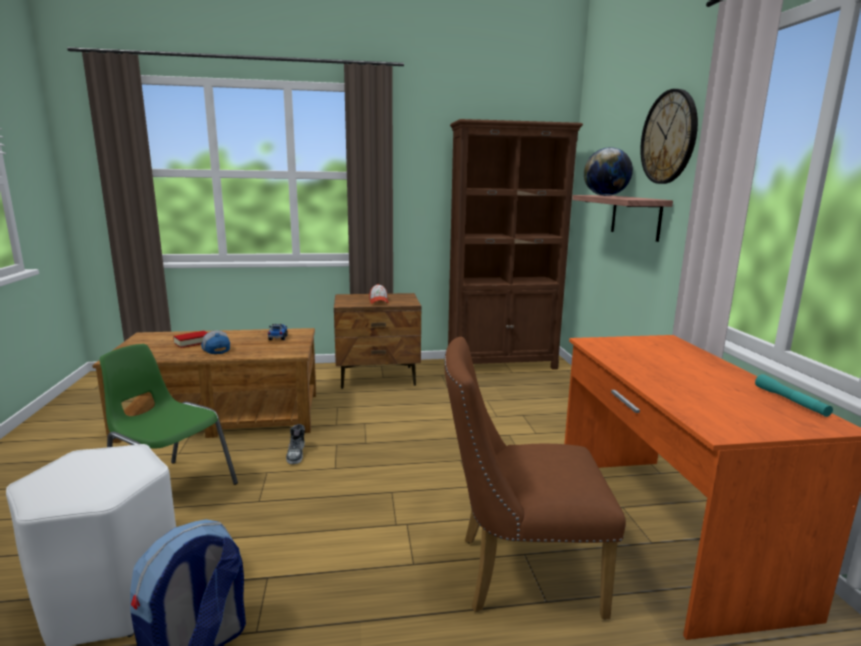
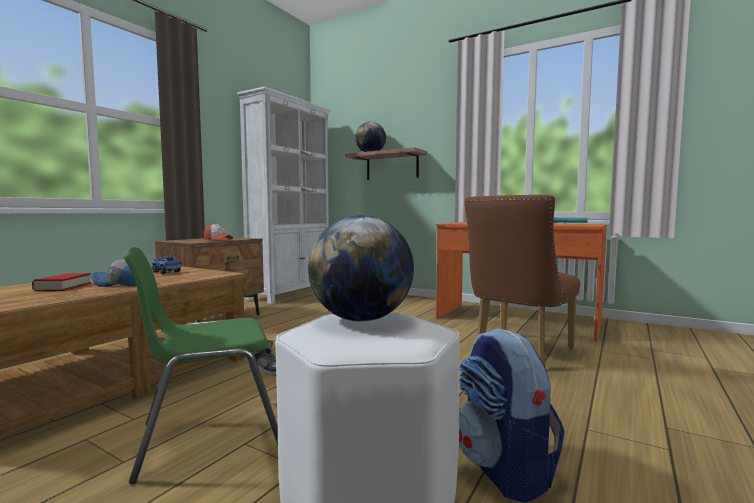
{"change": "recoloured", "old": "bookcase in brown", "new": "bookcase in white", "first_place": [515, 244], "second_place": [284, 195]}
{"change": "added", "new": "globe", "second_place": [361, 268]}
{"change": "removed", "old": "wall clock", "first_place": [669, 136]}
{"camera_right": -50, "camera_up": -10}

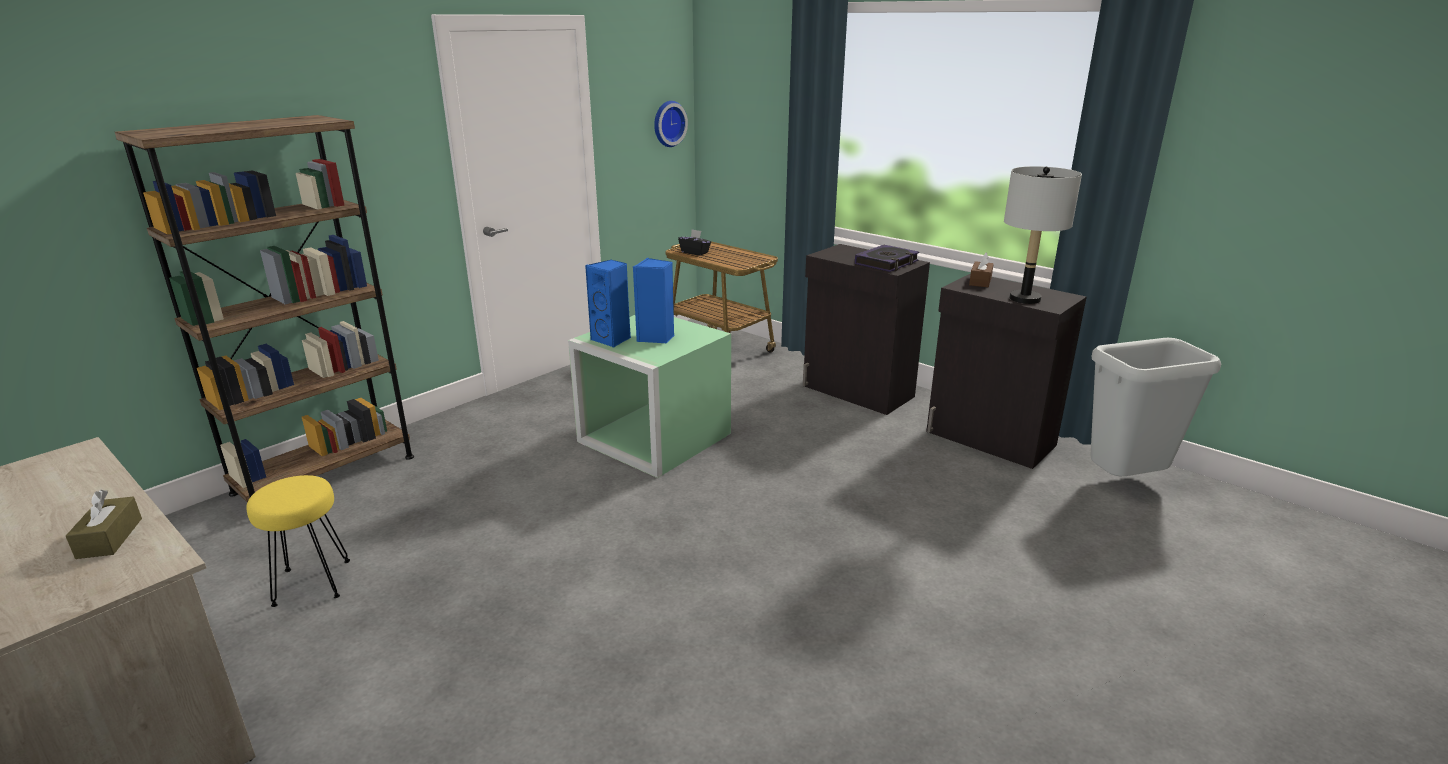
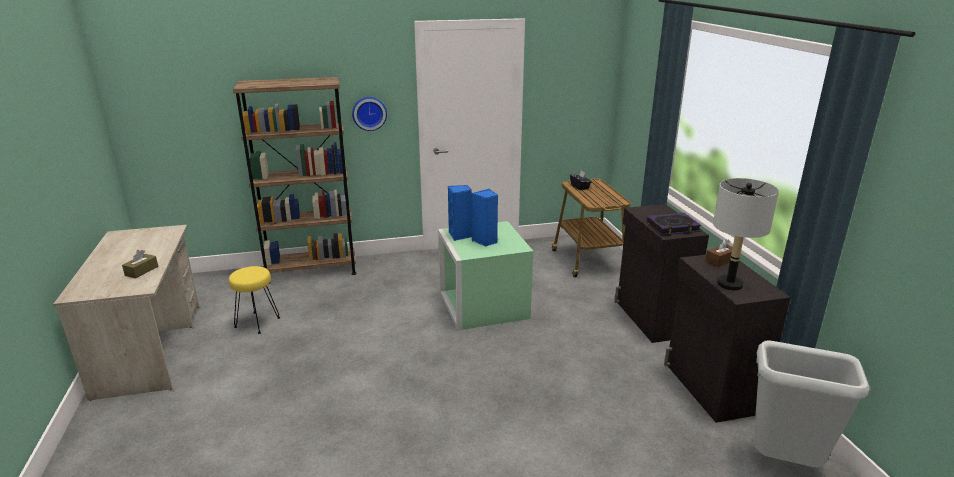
{"change": "moved", "old": "wall clock", "first_place": [671, 124], "second_place": [369, 114]}
{"camera_right": 35, "camera_up": 0}

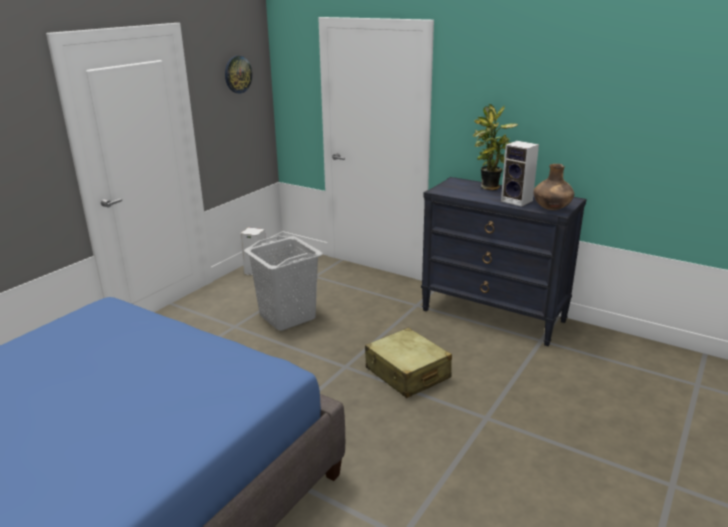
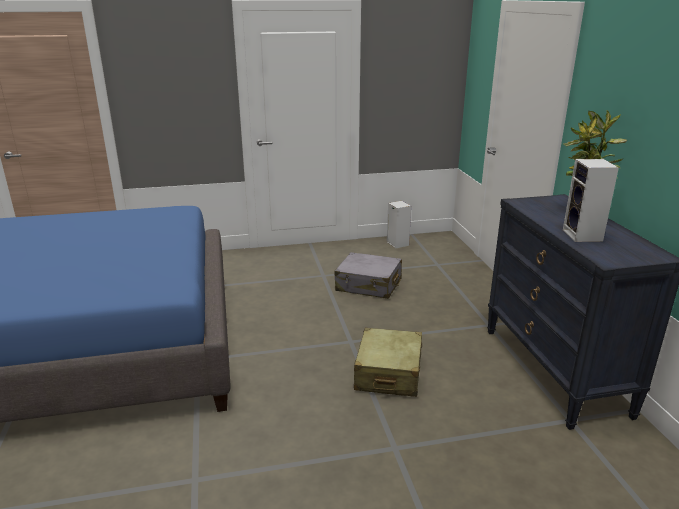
{"change": "replaced", "old": "laundry basket in grey", "new": "suitcase in grey", "first_place": [283, 283], "second_place": [368, 275]}
{"change": "removed", "old": "wall clock", "first_place": [238, 75]}
{"change": "removed", "old": "vase in brown", "first_place": [554, 187]}
{"camera_right": 45, "camera_up": 0}

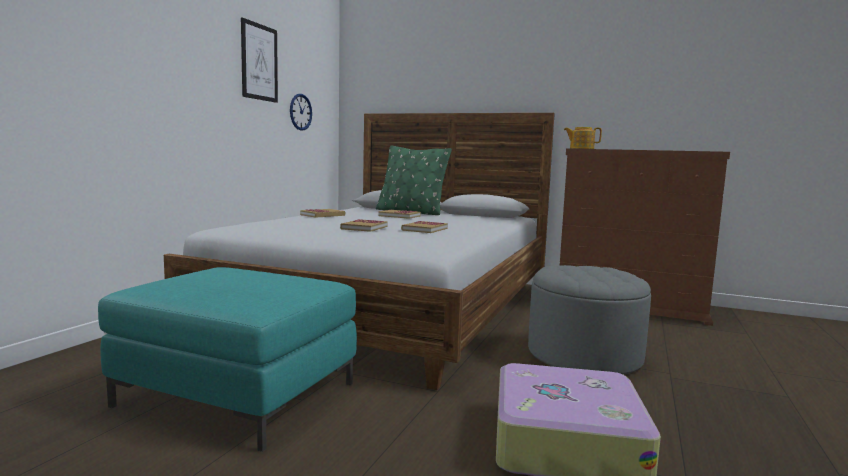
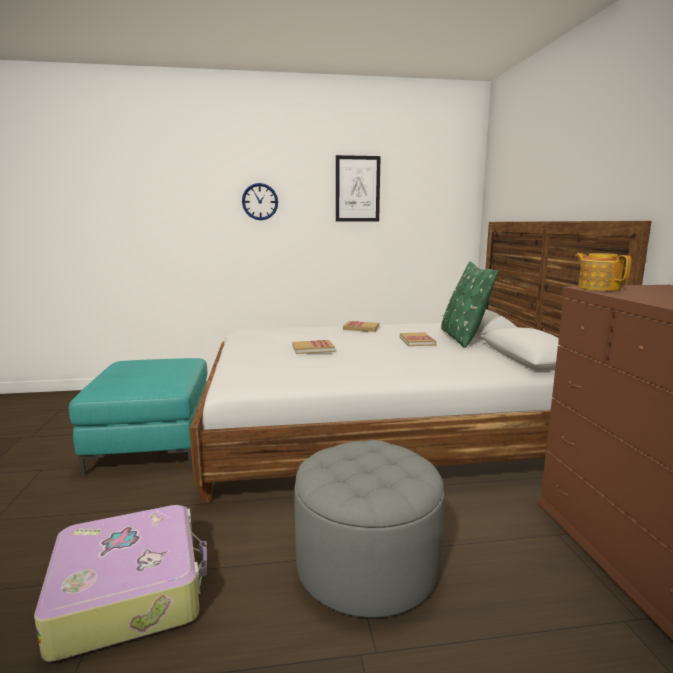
{"change": "moved", "old": "wall clock", "first_place": [301, 112], "second_place": [260, 201]}
{"change": "removed", "old": "book", "first_place": [424, 227]}
{"camera_right": 60, "camera_up": 5}

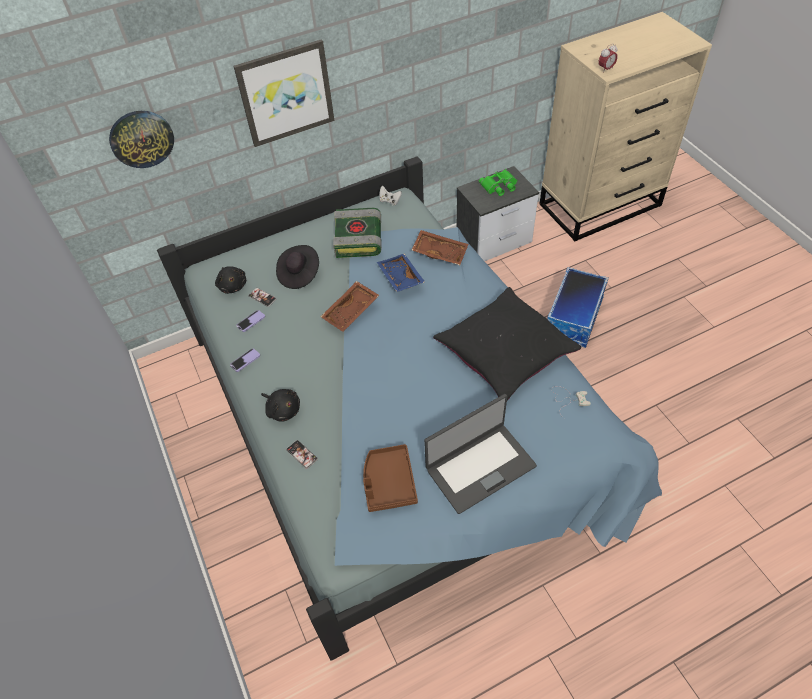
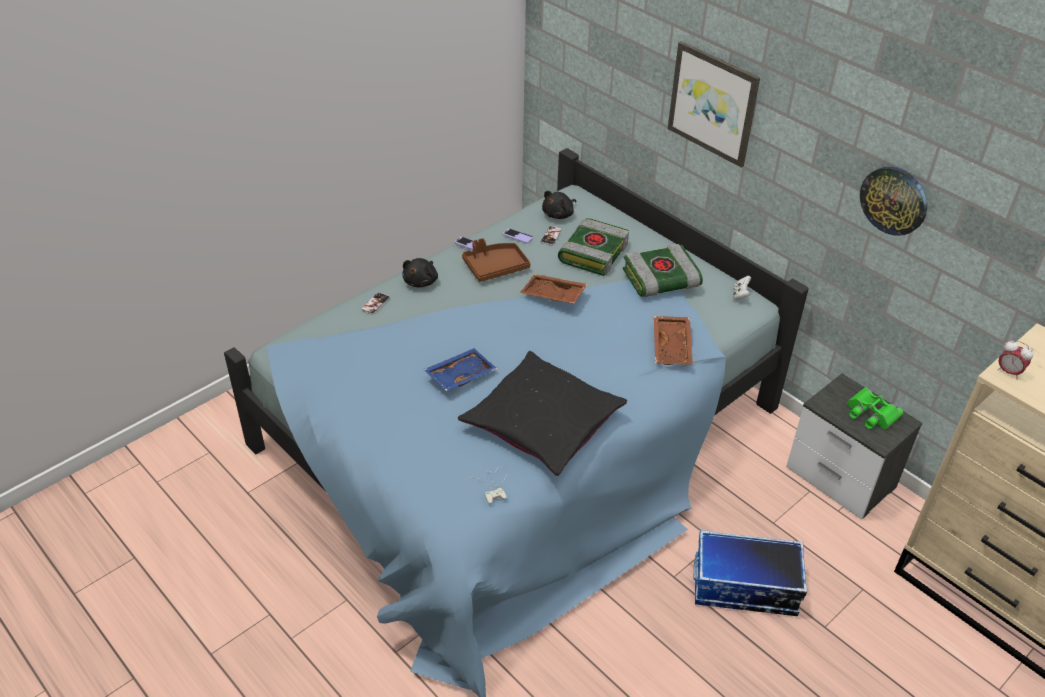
{"change": "moved", "old": "tray in blue", "first_place": [401, 273], "second_place": [460, 369]}
{"change": "moved", "old": "tray in brown", "first_place": [390, 478], "second_place": [496, 260]}
{"change": "replaced", "old": "hat in black", "new": "book", "first_place": [297, 267], "second_place": [593, 247]}
{"change": "moved", "old": "wall clock", "first_place": [141, 139], "second_place": [893, 201]}
{"change": "removed", "old": "laptop", "first_place": [480, 454]}
{"camera_right": 70, "camera_up": -10}

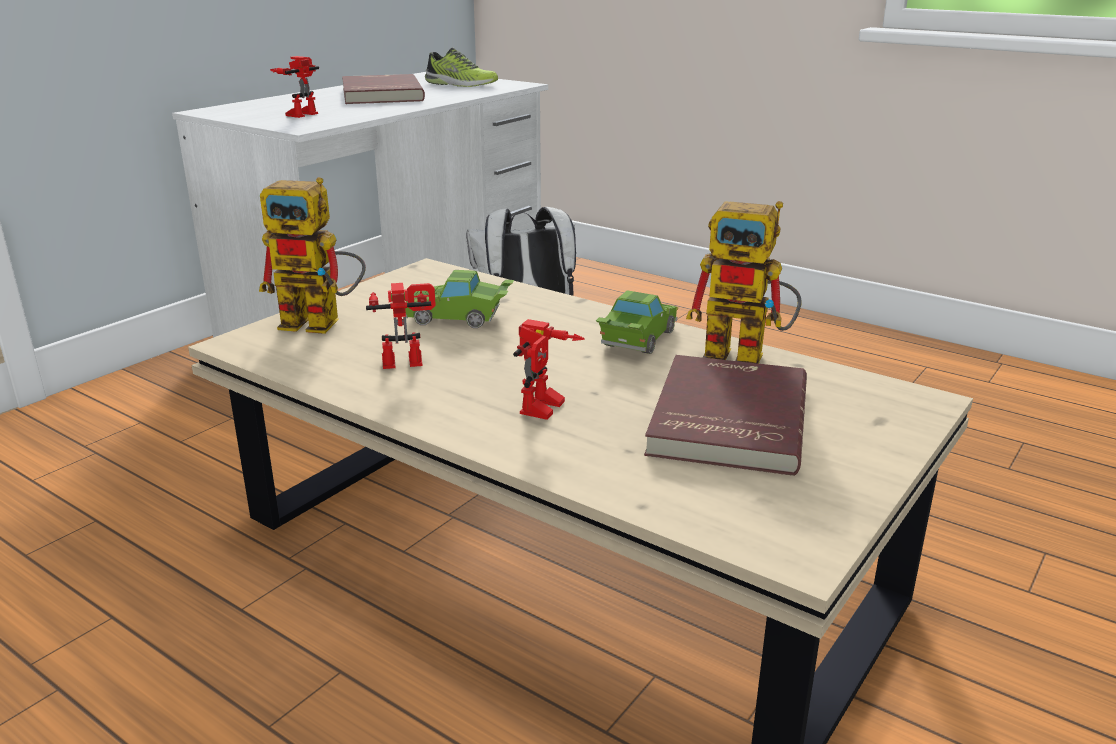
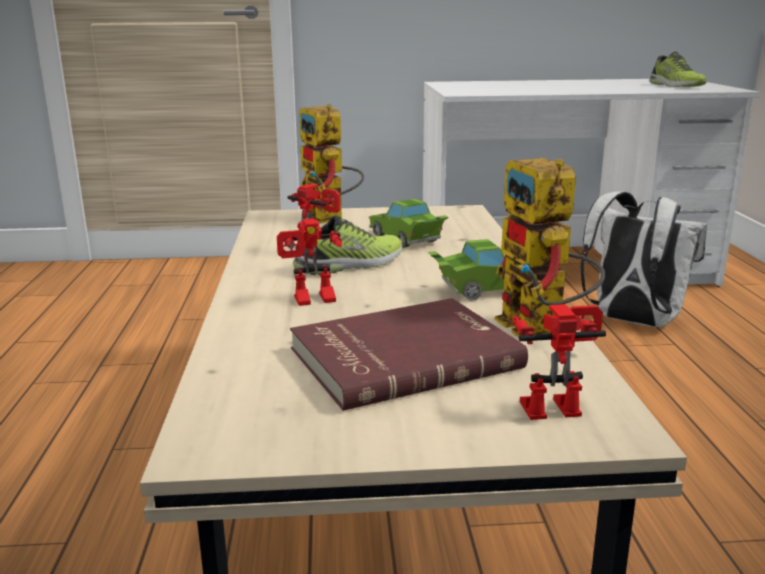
{"change": "added", "new": "shoe", "second_place": [347, 245]}
{"change": "moved", "old": "toy robot", "first_place": [294, 87], "second_place": [559, 362]}
{"change": "removed", "old": "book in red", "first_place": [383, 89]}
{"camera_right": 50, "camera_up": -5}

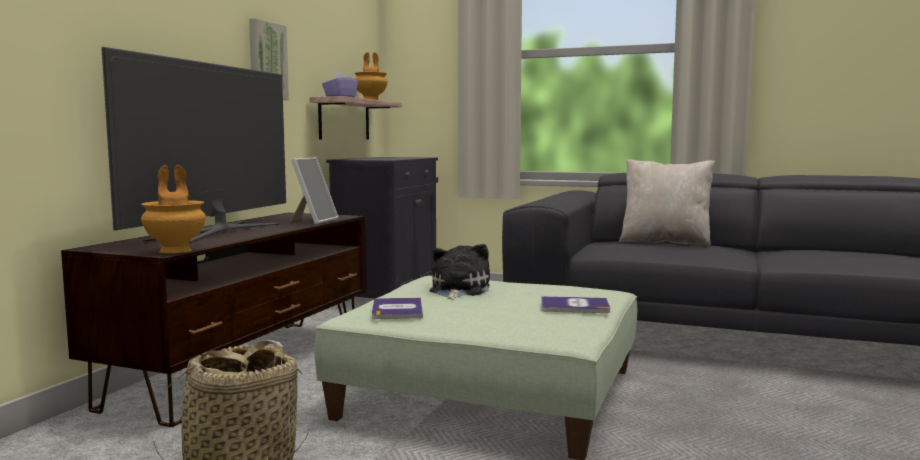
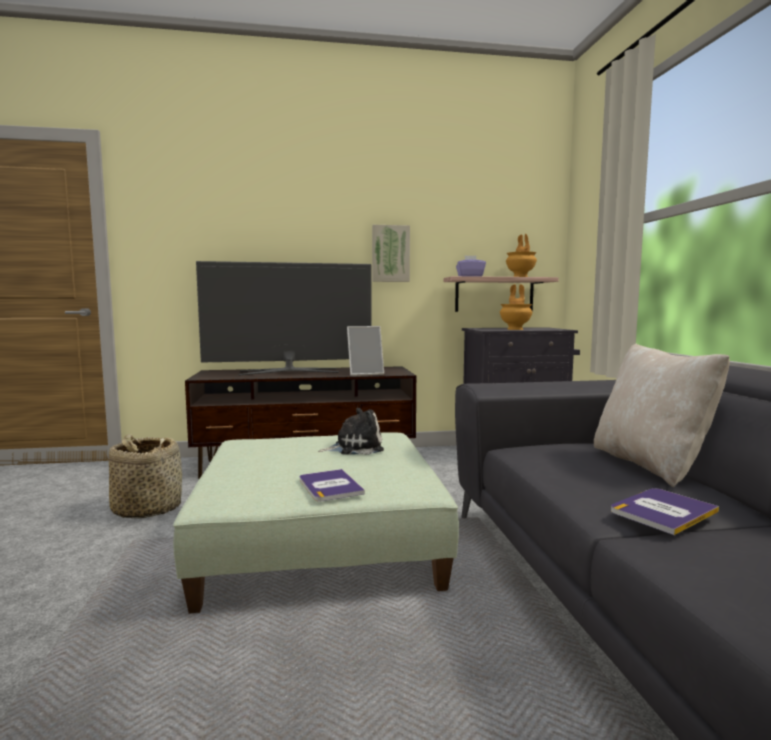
{"change": "moved", "old": "vase in brown", "first_place": [173, 209], "second_place": [516, 307]}
{"change": "moved", "old": "book", "first_place": [397, 308], "second_place": [665, 511]}
{"camera_right": 60, "camera_up": 0}

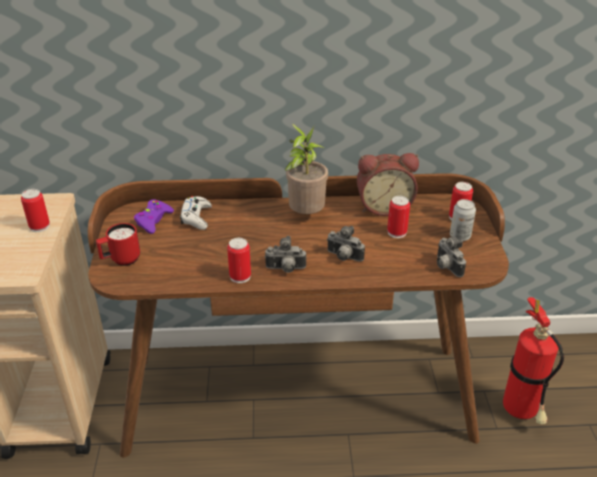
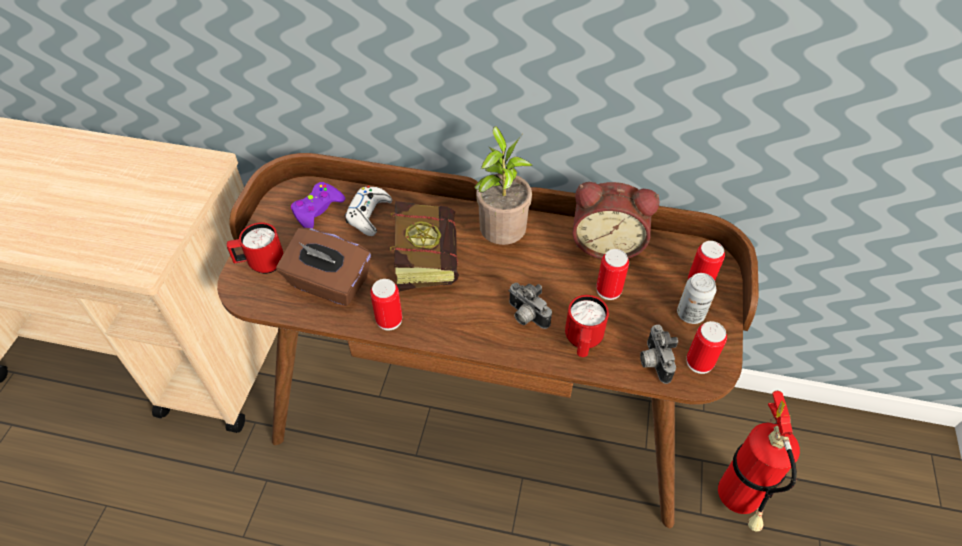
{"change": "added", "new": "tissue box in brown", "second_place": [323, 267]}
{"change": "added", "new": "book", "second_place": [424, 246]}
{"change": "added", "new": "mug in red", "second_place": [587, 326]}
{"change": "moved", "old": "can", "first_place": [35, 210], "second_place": [706, 347]}
{"change": "removed", "old": "photo camera", "first_place": [285, 254]}
{"camera_right": 15, "camera_up": 15}

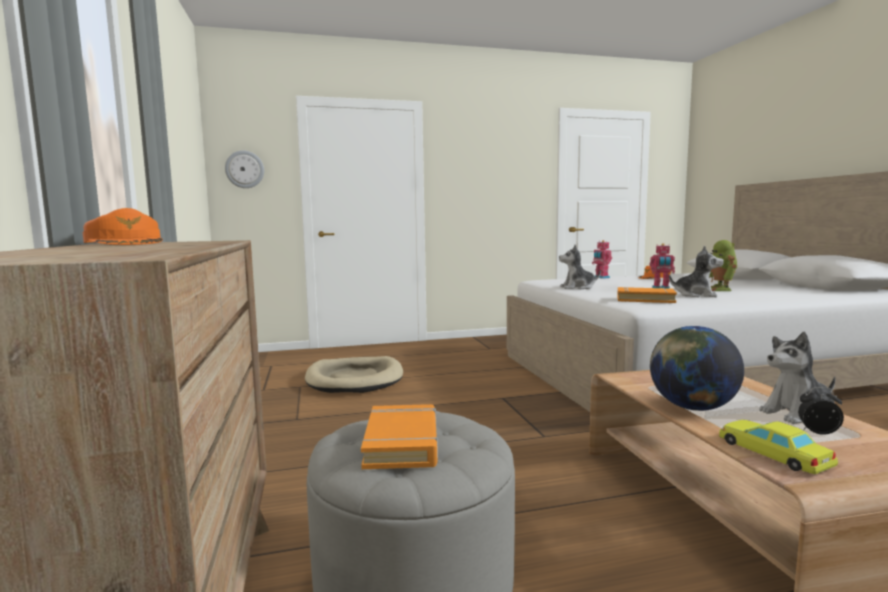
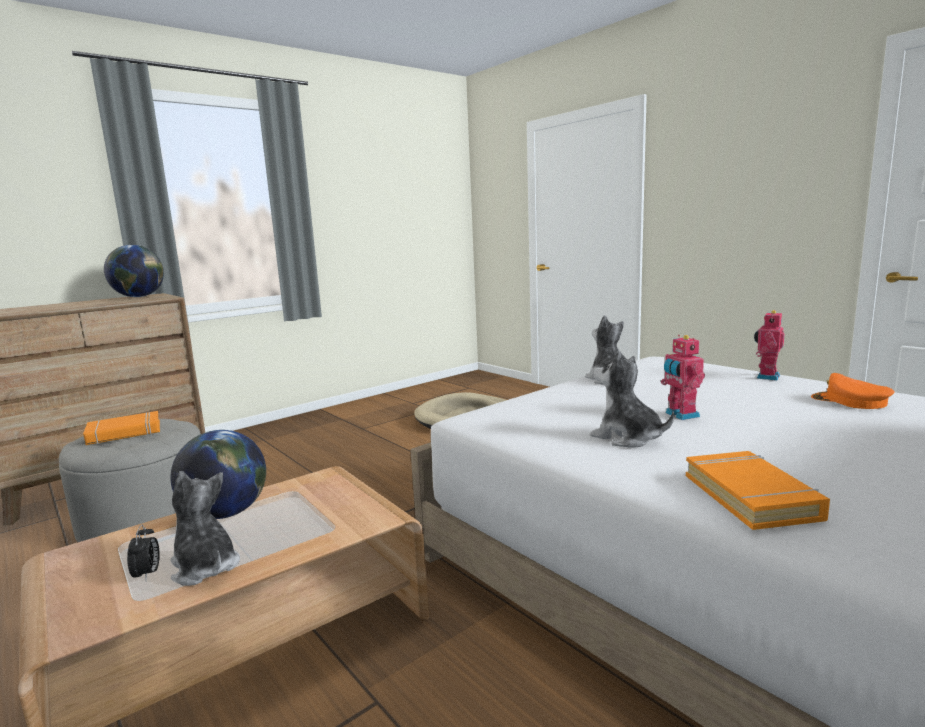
{"change": "replaced", "old": "cap in orange", "new": "globe", "first_place": [123, 226], "second_place": [134, 271]}
{"change": "turned", "old": "plush toy", "first_place": [696, 271], "second_place": [632, 399], "degrees": 135}
{"change": "moved", "old": "book in orange", "first_place": [647, 295], "second_place": [758, 490]}
{"change": "removed", "old": "wall clock", "first_place": [244, 169]}
{"change": "removed", "old": "toy robot", "first_place": [723, 265]}
{"change": "removed", "old": "toy car in yellow", "first_place": [778, 447]}
{"camera_right": 65, "camera_up": 5}

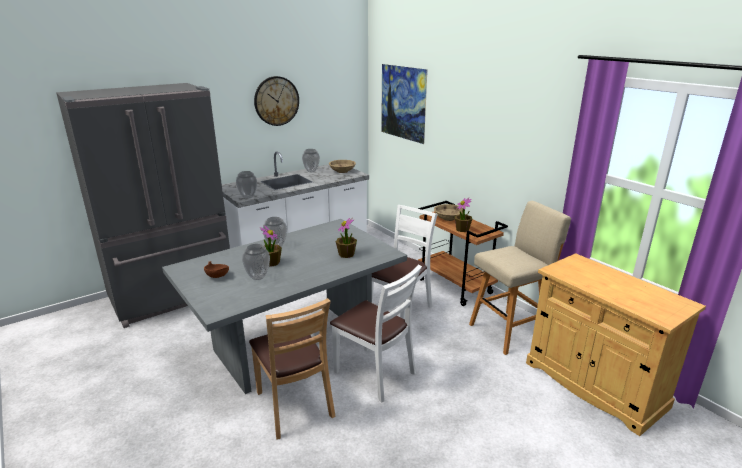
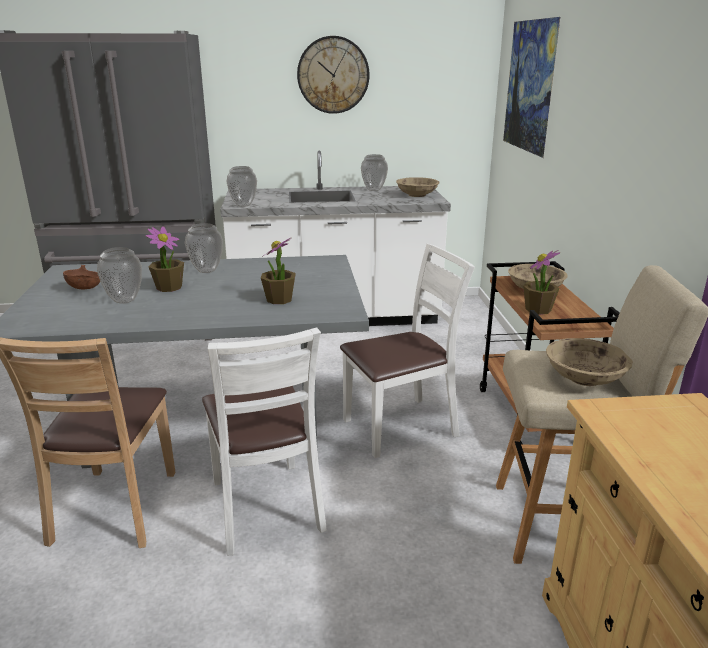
{"change": "added", "new": "bowl in beige", "second_place": [589, 362]}
{"camera_right": 30, "camera_up": 0}

